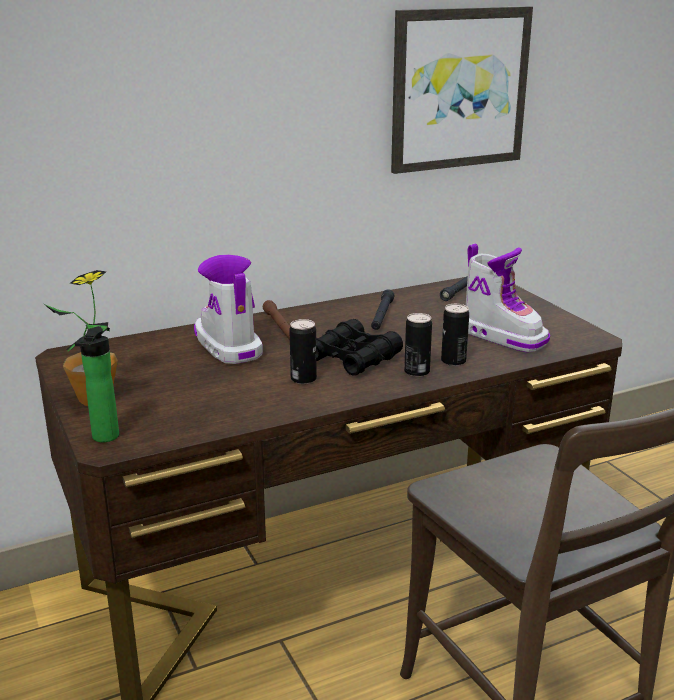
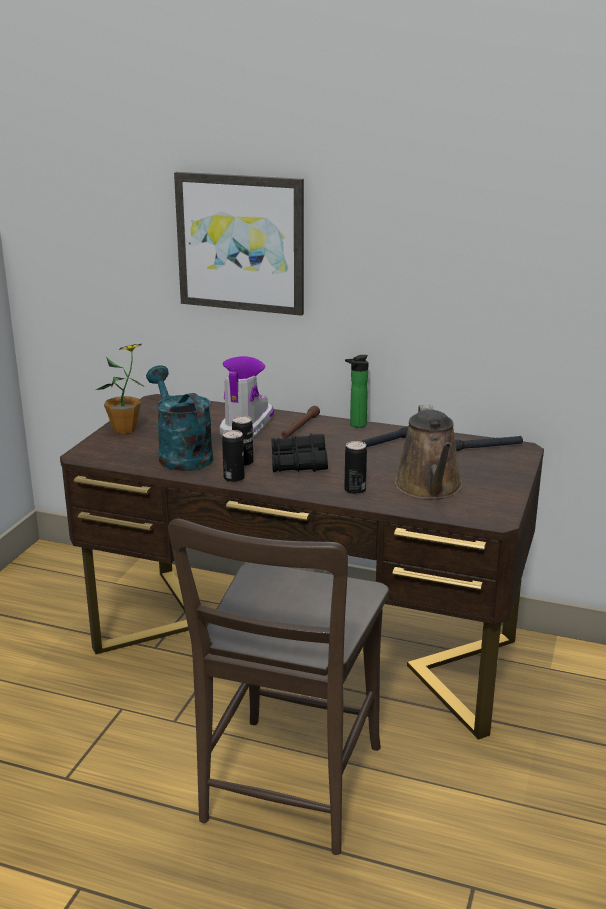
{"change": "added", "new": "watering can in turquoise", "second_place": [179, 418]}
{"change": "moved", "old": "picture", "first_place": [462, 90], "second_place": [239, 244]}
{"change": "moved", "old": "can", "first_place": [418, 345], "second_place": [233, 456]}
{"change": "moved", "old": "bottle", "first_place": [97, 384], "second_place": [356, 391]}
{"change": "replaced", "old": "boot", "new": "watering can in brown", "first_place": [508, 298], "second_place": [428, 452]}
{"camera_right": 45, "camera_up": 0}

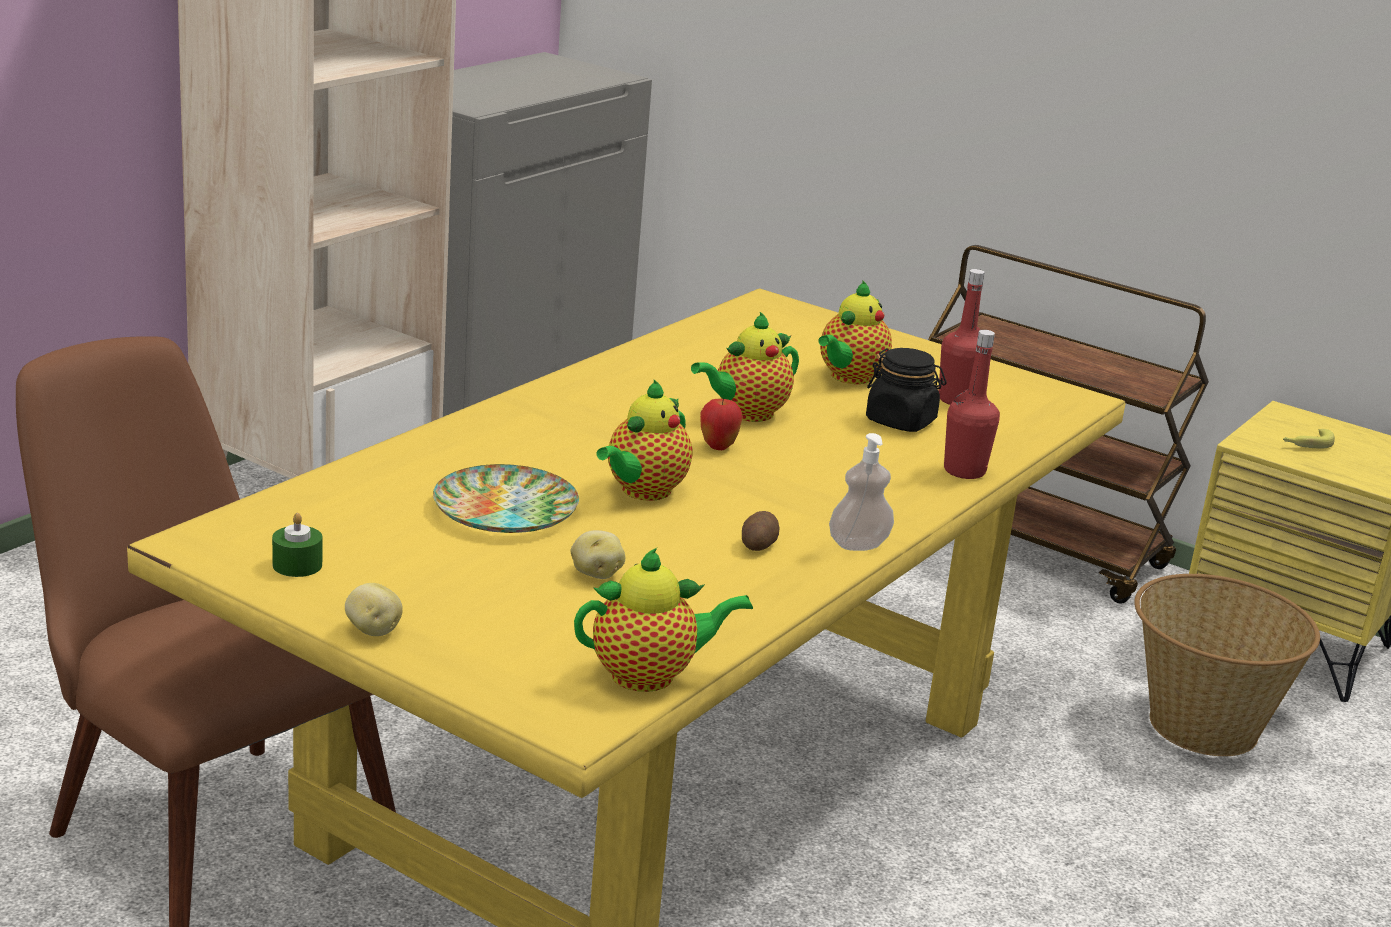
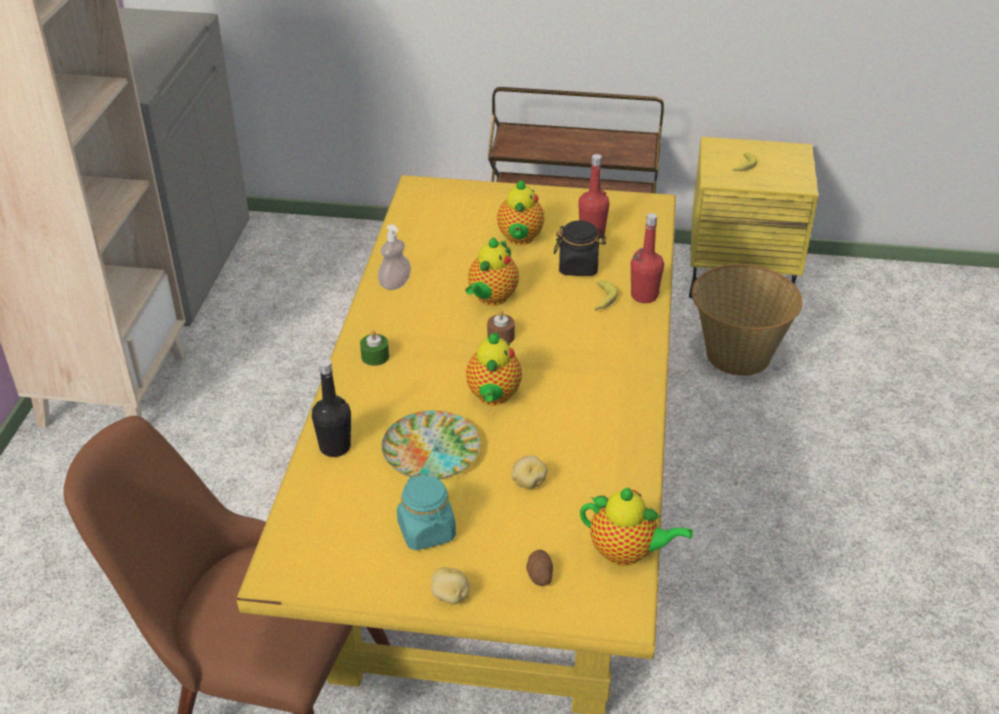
{"change": "added", "new": "bottle in black", "second_place": [331, 408]}
{"change": "moved", "old": "candle in green", "first_place": [297, 545], "second_place": [374, 348]}
{"change": "moved", "old": "soap dispenser", "first_place": [861, 492], "second_place": [394, 257]}
{"change": "added", "new": "jar in turquoise", "second_place": [426, 511]}
{"change": "replaced", "old": "apple", "new": "candle in brown", "first_place": [721, 424], "second_place": [501, 327]}
{"change": "moved", "old": "potato", "first_place": [761, 531], "second_place": [539, 568]}
{"change": "turned", "old": "teapot", "first_place": [663, 620], "second_place": [636, 527], "degrees": 60}
{"change": "added", "new": "banana", "second_place": [606, 296]}
{"camera_right": -25, "camera_up": 15}

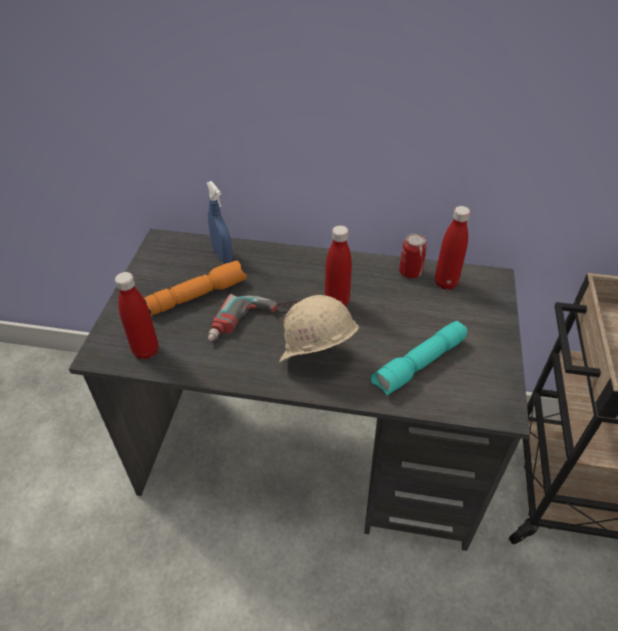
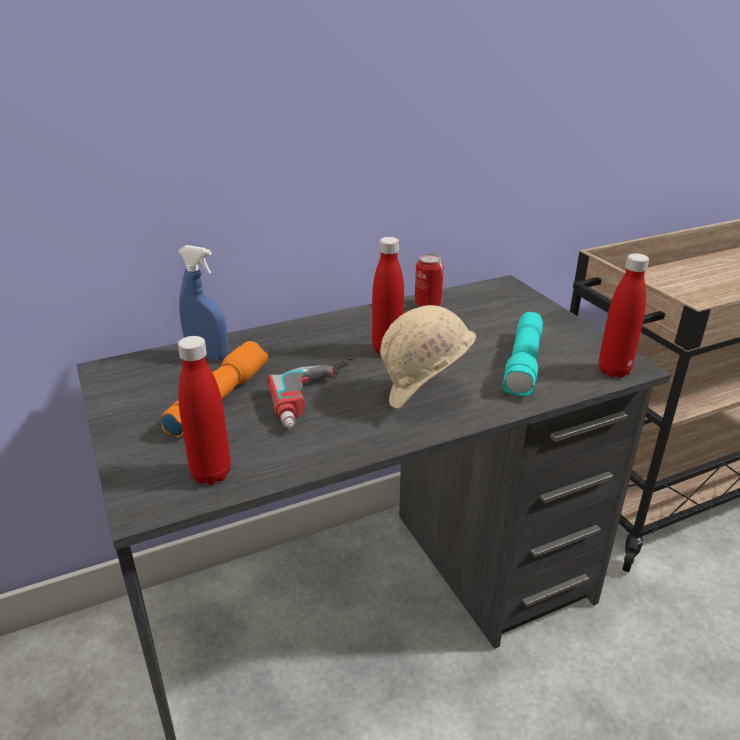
{"change": "moved", "old": "bottle in red", "first_place": [452, 247], "second_place": [624, 315]}
{"camera_right": -35, "camera_up": -15}

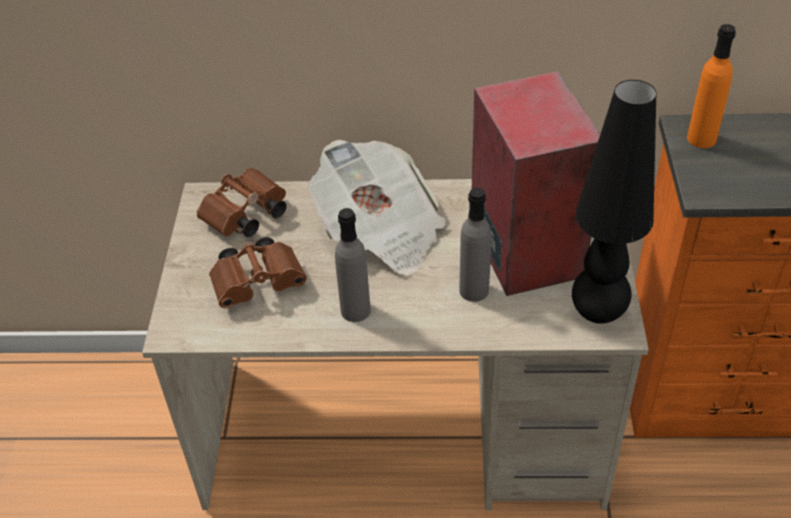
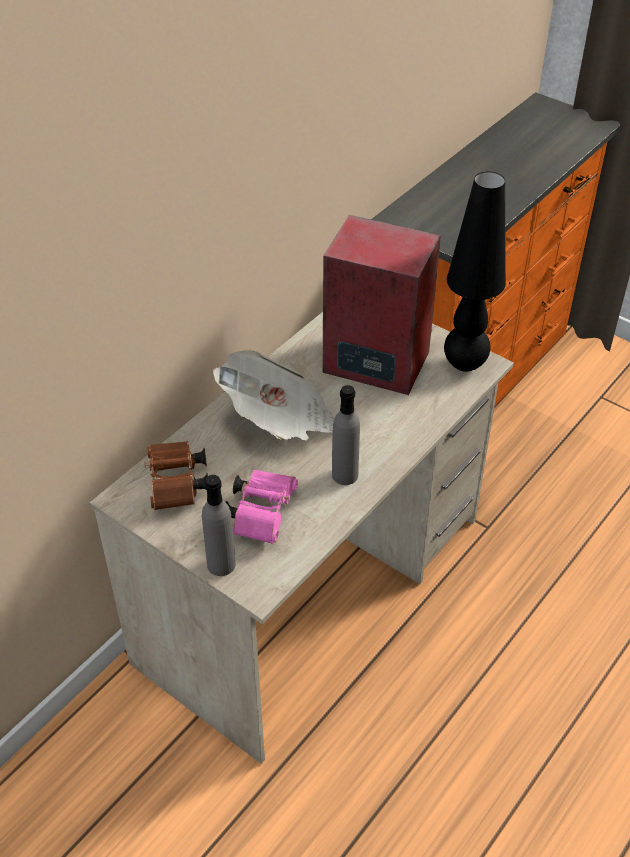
{"change": "moved", "old": "bottle in grey", "first_place": [475, 245], "second_place": [219, 525]}
{"change": "recoloured", "old": "binoculars in brown", "new": "binoculars in pink", "first_place": [258, 273], "second_place": [261, 507]}
{"change": "removed", "old": "bottle in orange", "first_place": [711, 86]}
{"camera_right": -55, "camera_up": 0}

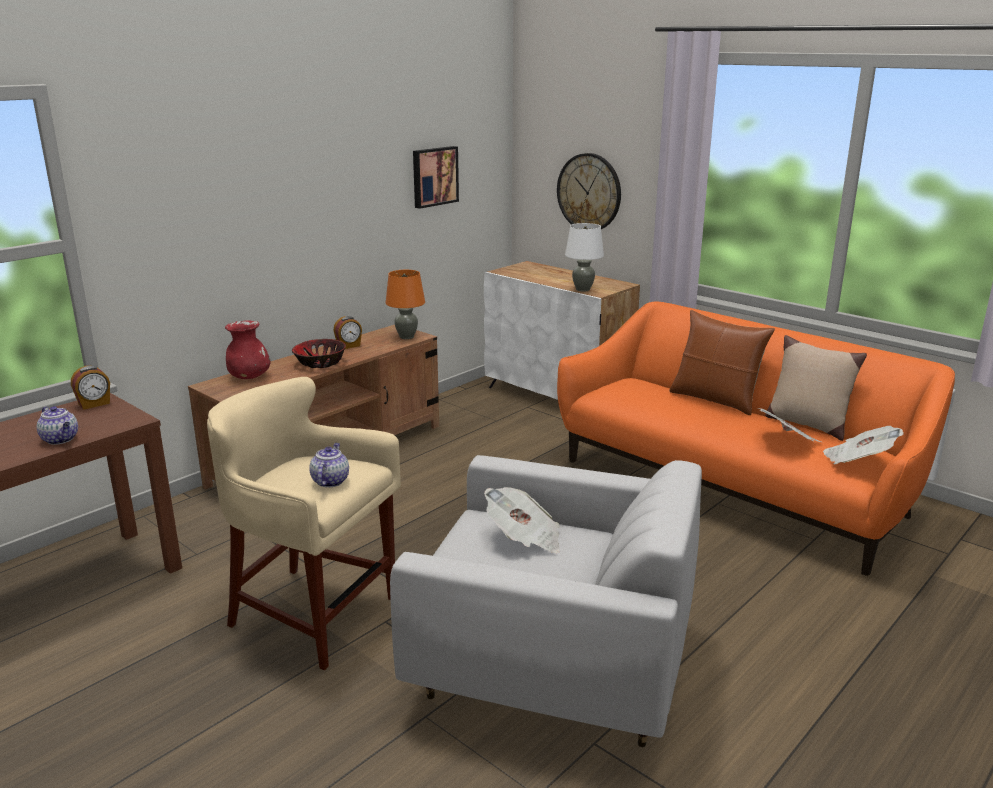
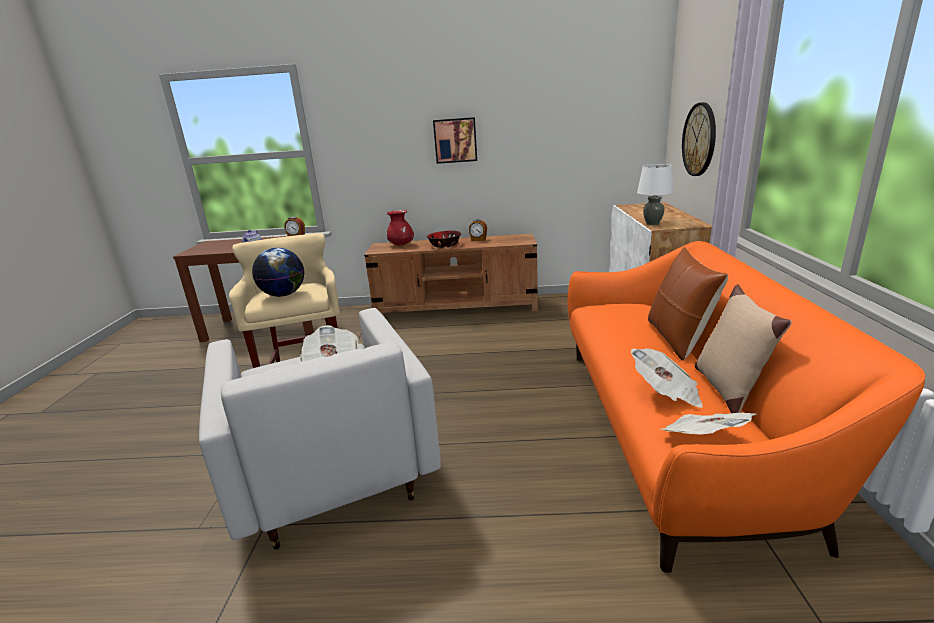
{"change": "replaced", "old": "teapot", "new": "globe", "first_place": [329, 465], "second_place": [278, 272]}
{"change": "moved", "old": "picture", "first_place": [436, 177], "second_place": [455, 140]}
{"change": "removed", "old": "table lamp in orange", "first_place": [405, 304]}
{"camera_right": 50, "camera_up": 0}

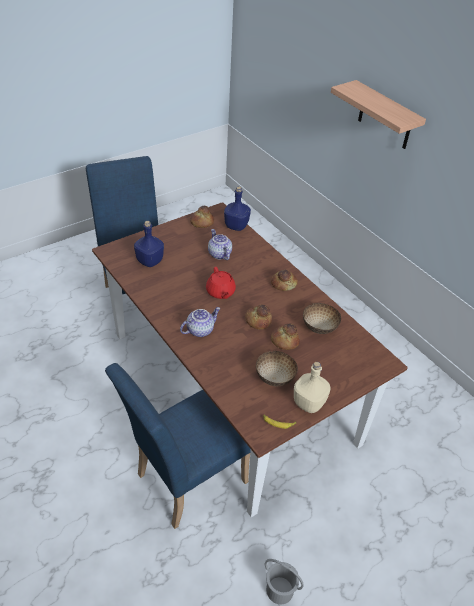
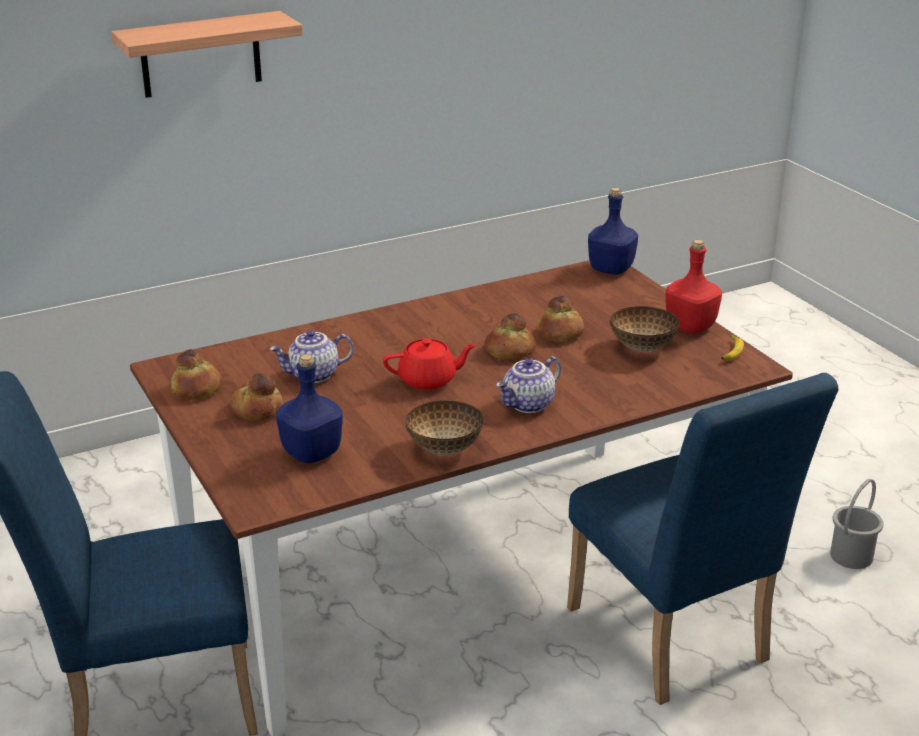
{"change": "moved", "old": "bread", "first_place": [284, 280], "second_place": [256, 397]}
{"change": "moved", "old": "bowl", "first_place": [322, 318], "second_place": [445, 427]}
{"change": "turned", "old": "teapot", "first_place": [200, 322], "second_place": [528, 384], "degrees": -105}
{"change": "moved", "old": "bottle in blue", "first_place": [237, 209], "second_place": [613, 231]}
{"change": "recoloured", "old": "bottle in beige", "new": "bottle in red", "first_place": [312, 387], "second_place": [693, 287]}
{"camera_right": -80, "camera_up": -15}

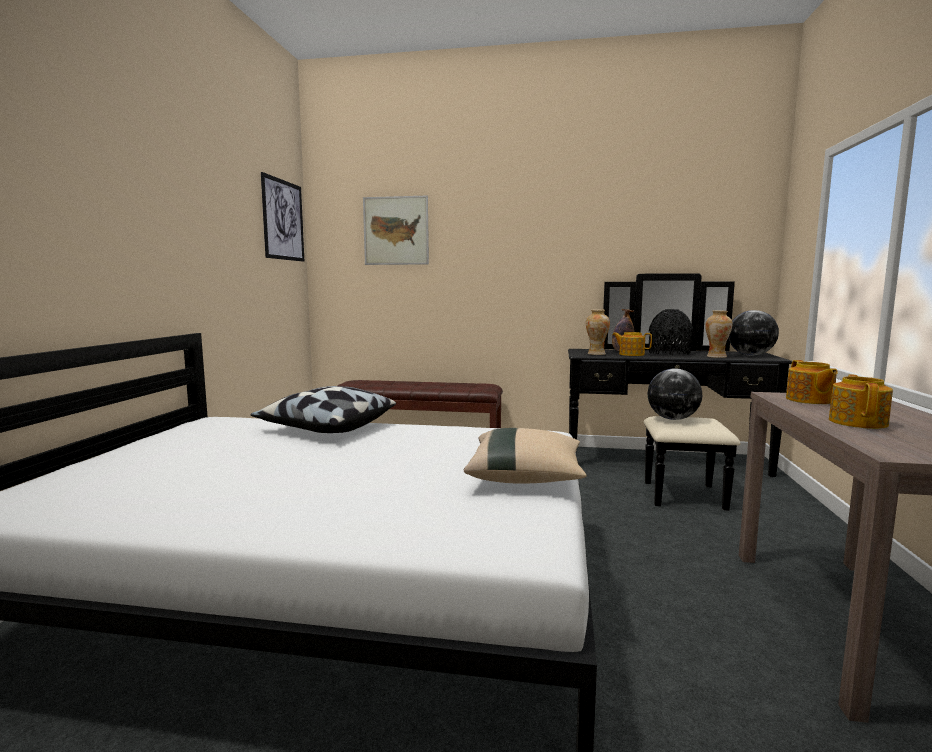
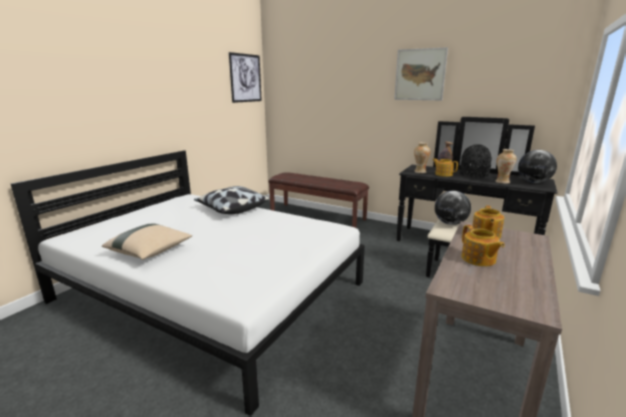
{"change": "moved", "old": "pillow in beige", "first_place": [525, 456], "second_place": [147, 242]}
{"change": "moved", "old": "picture", "first_place": [396, 230], "second_place": [421, 73]}
{"change": "turned", "old": "teapot", "first_place": [861, 401], "second_place": [483, 245], "degrees": 120}
{"camera_right": 20, "camera_up": 10}

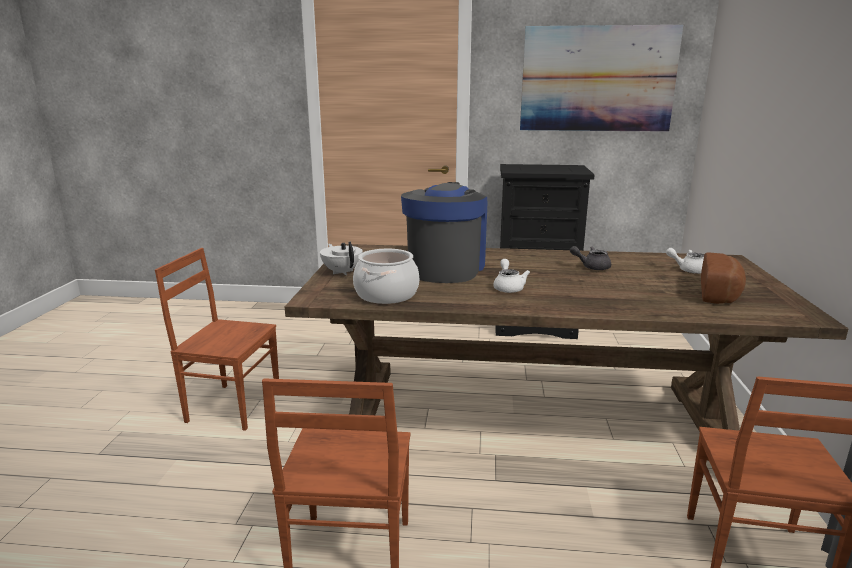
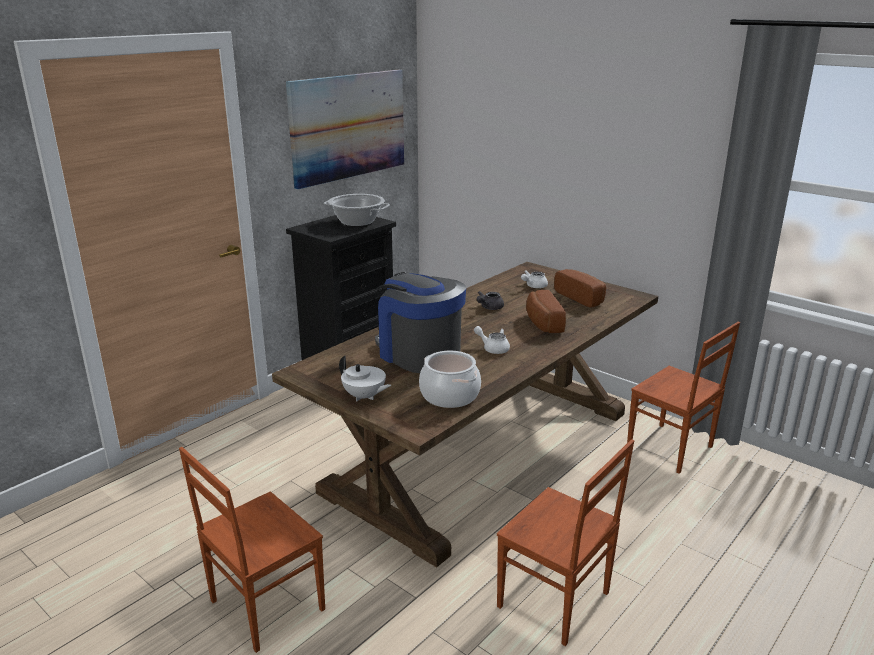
{"change": "added", "new": "cooking pot", "second_place": [357, 210]}
{"change": "turned", "old": "teapot in white", "first_place": [341, 258], "second_place": [365, 378], "degrees": -150}
{"change": "added", "new": "bread", "second_place": [546, 311]}
{"camera_right": -55, "camera_up": 5}

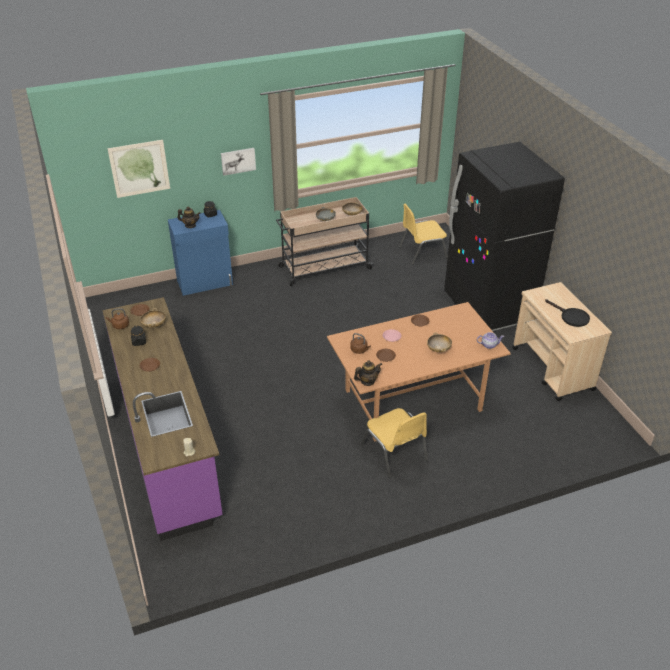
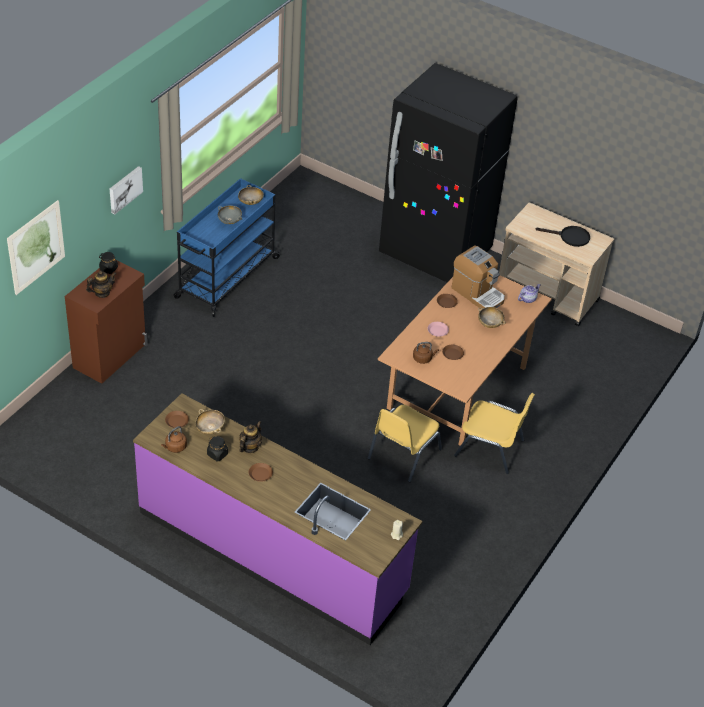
{"change": "recoloured", "old": "cabinet in blue", "new": "cabinet in brown", "first_place": [200, 253], "second_place": [106, 322]}
{"change": "recoloured", "old": "cart in beige", "new": "cart in blue", "first_place": [324, 241], "second_place": [227, 247]}
{"change": "moved", "old": "teapot", "first_place": [368, 373], "second_place": [250, 437]}
{"change": "moved", "old": "chair in yellow", "first_place": [423, 234], "second_place": [405, 443]}
{"change": "added", "new": "coffee machine", "second_place": [478, 277]}
{"camera_right": -40, "camera_up": 5}

